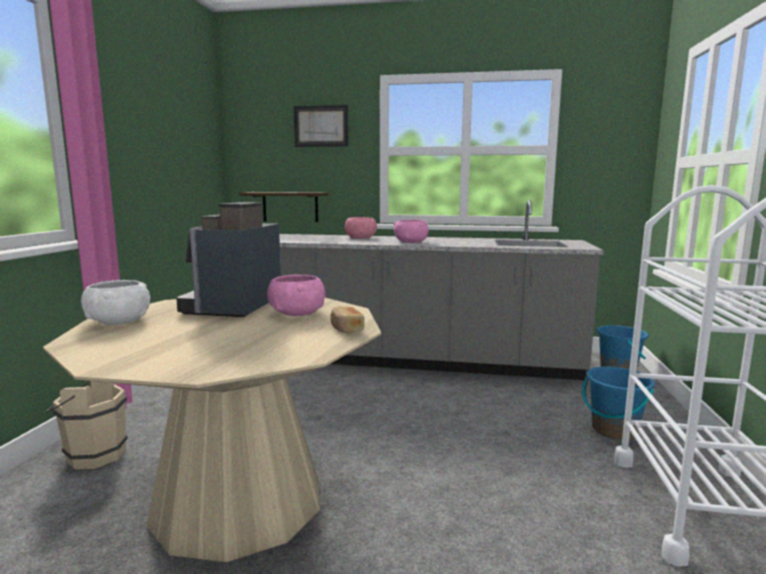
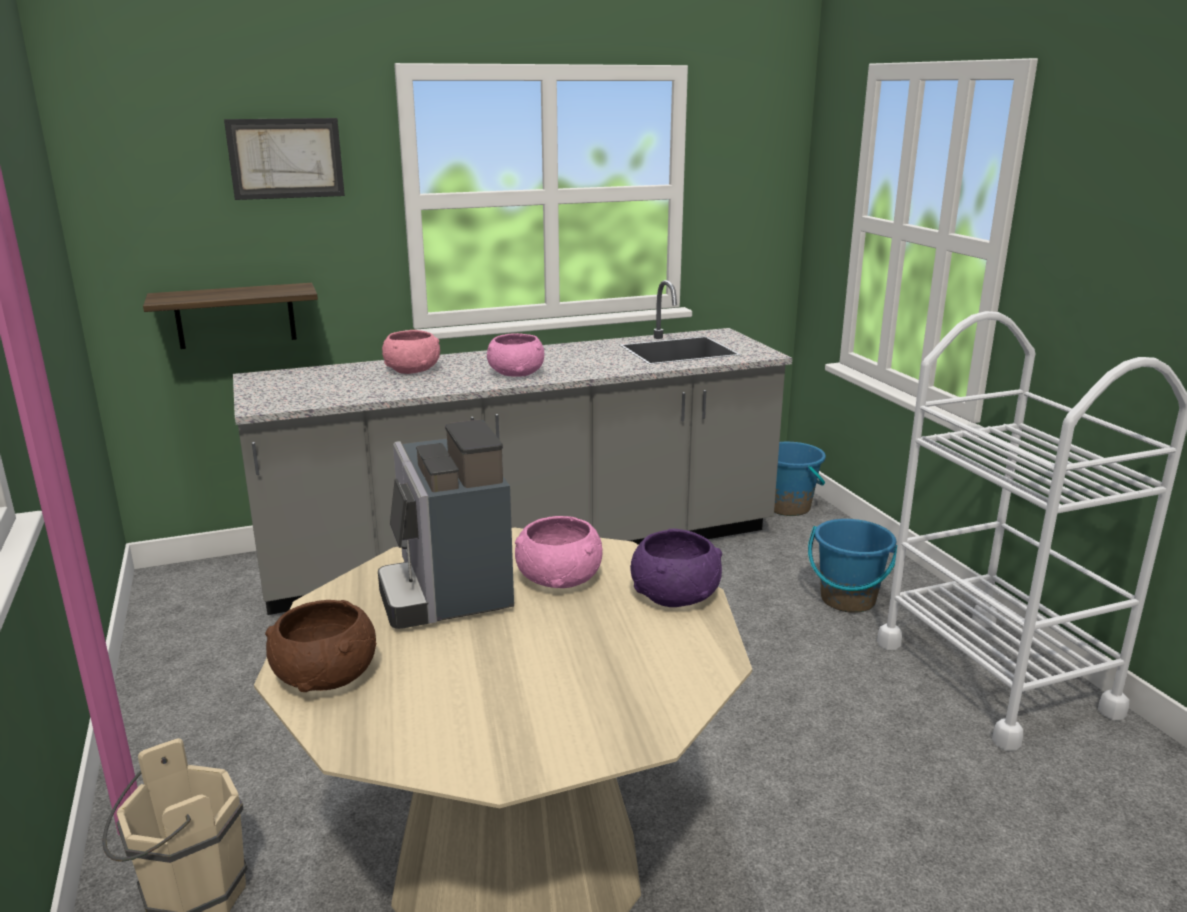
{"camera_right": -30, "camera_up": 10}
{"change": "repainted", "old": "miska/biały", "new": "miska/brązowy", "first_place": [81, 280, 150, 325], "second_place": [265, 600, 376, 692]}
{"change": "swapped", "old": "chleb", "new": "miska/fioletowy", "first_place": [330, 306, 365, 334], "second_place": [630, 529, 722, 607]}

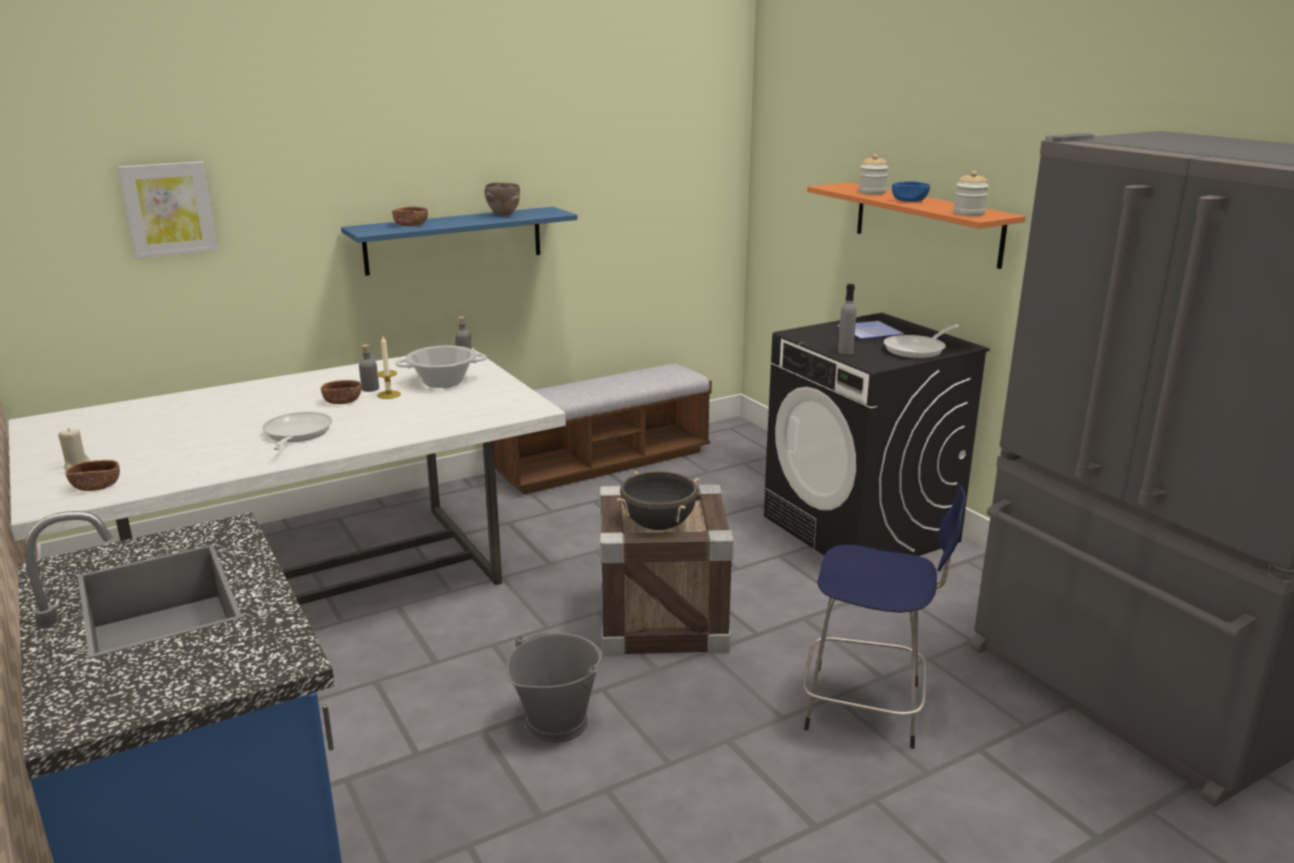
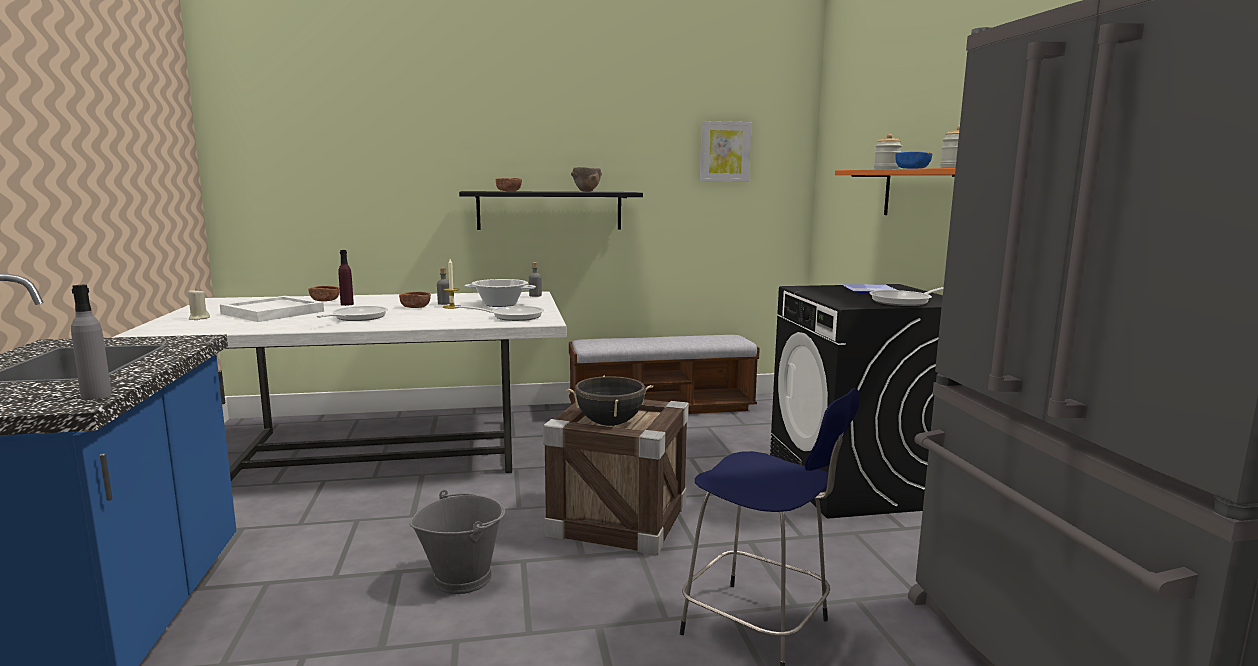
{"camera_right": 20, "camera_up": -10}
{"change": "shifted", "old": "obraz", "first_place": [118, 161, 218, 259], "second_place": [700, 121, 752, 182]}
{"change": "repainted", "old": "półka/niebieski", "new": "półka/czarny", "first_place": [341, 207, 578, 276], "second_place": [459, 191, 643, 230]}
{"change": "shifted", "old": "butelka/szary", "first_place": [838, 284, 856, 354], "second_place": [71, 285, 112, 400]}
{"change": "shifted", "old": "miska/brązowy", "first_place": [65, 460, 120, 491], "second_place": [308, 286, 340, 301]}
{"change": "new", "new": "butelka/fioletowy", "second_place": [338, 250, 354, 306]}
{"change": "new", "new": "taca/biały", "second_place": [220, 296, 324, 322]}
{"change": "new", "new": "patelnia", "second_place": [455, 306, 544, 321]}

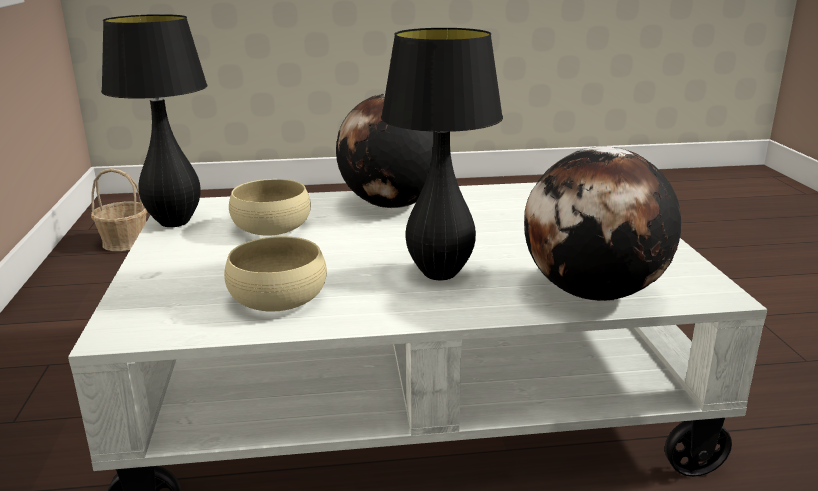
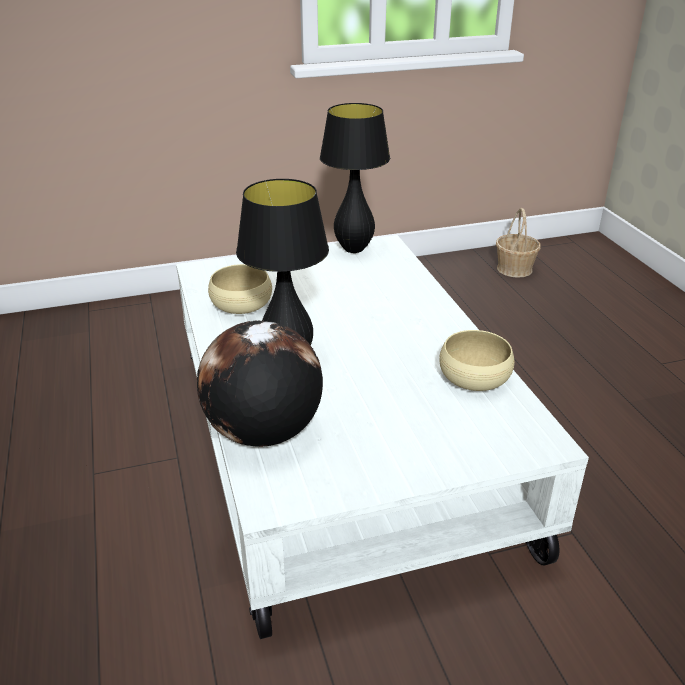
{"camera_right": 80, "camera_up": 10}
{"change": "gone", "old": "globus", "first_place": [336, 94, 433, 208]}
{"change": "shifted", "old": "miska/beżowy", "first_place": [229, 179, 311, 236], "second_place": [439, 330, 514, 391]}

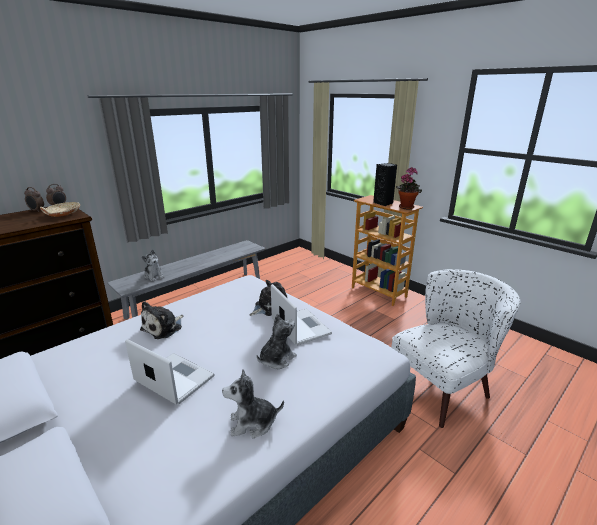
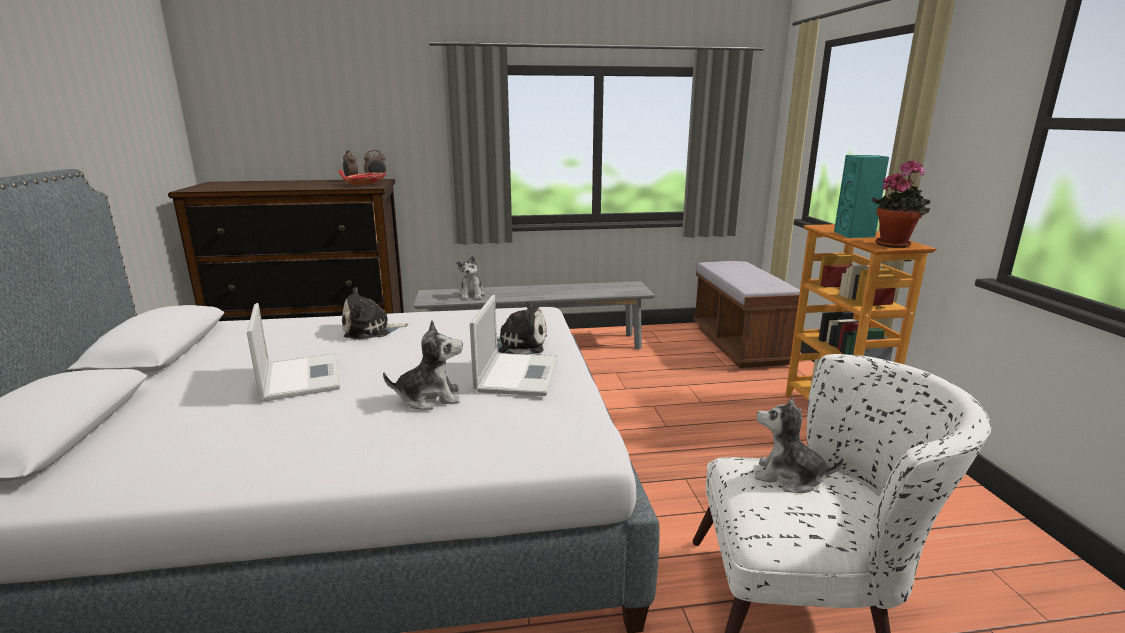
{"camera_right": 35, "camera_up": -5}
{"change": "repainted", "old": "głośnik/czarny", "new": "głośnik/turkusowy", "first_place": [373, 163, 397, 206], "second_place": [834, 155, 889, 238]}
{"change": "repainted", "old": "miska/beżowy", "new": "miska/czerwony", "first_place": [40, 202, 80, 217], "second_place": [339, 170, 386, 185]}
{"change": "shifted", "old": "pluszak", "first_place": [222, 369, 284, 438], "second_place": [755, 397, 844, 493]}
{"change": "new", "new": "ławka/brązowy", "second_place": [693, 261, 800, 368]}

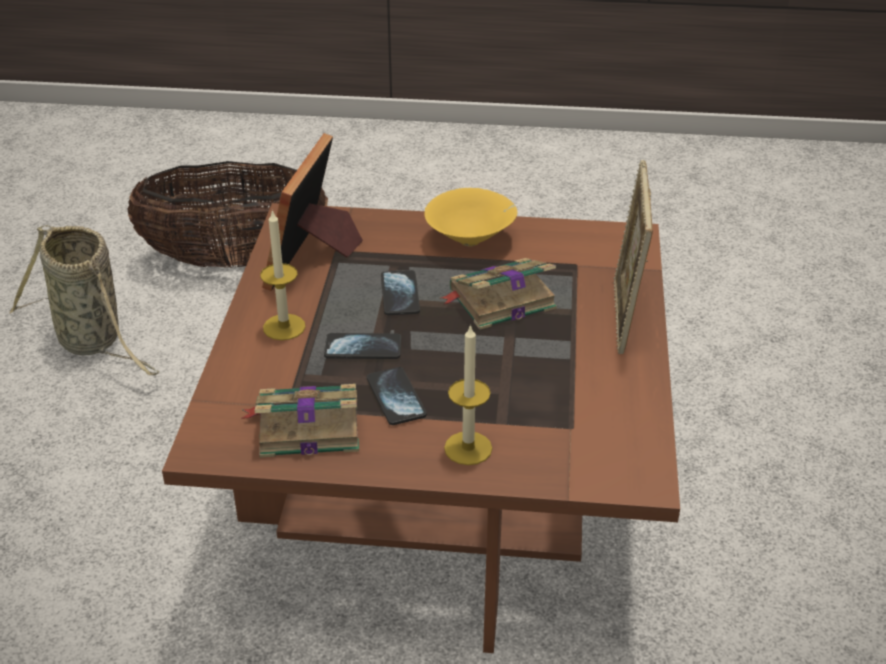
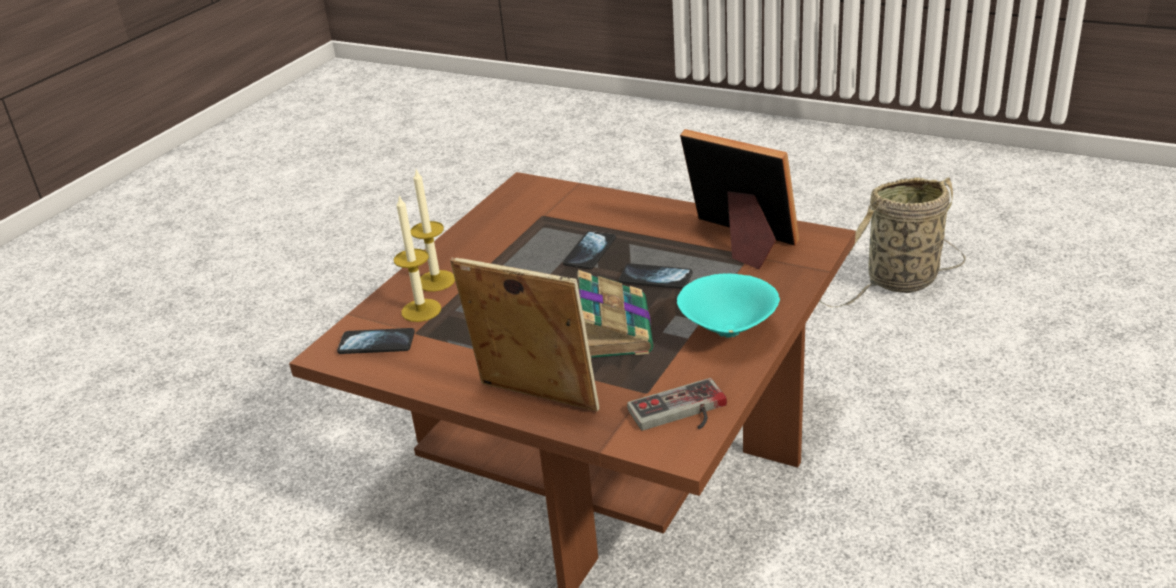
{"camera_right": 115, "camera_up": -5}
{"change": "gone", "old": "koszyk", "first_place": [127, 161, 328, 268]}
{"change": "repainted", "old": "miska/żółty", "new": "miska/turkusowy", "first_place": [424, 188, 517, 246], "second_place": [677, 273, 780, 338]}
{"change": "shifted", "old": "świeca", "first_place": [260, 210, 306, 340], "second_place": [394, 196, 441, 322]}
{"change": "shifted", "old": "telefon", "first_place": [367, 367, 427, 425], "second_place": [337, 328, 415, 354]}
{"change": "gone", "old": "książka", "first_place": [241, 384, 359, 458]}
{"change": "new", "new": "pad do gier", "second_place": [627, 378, 727, 431]}

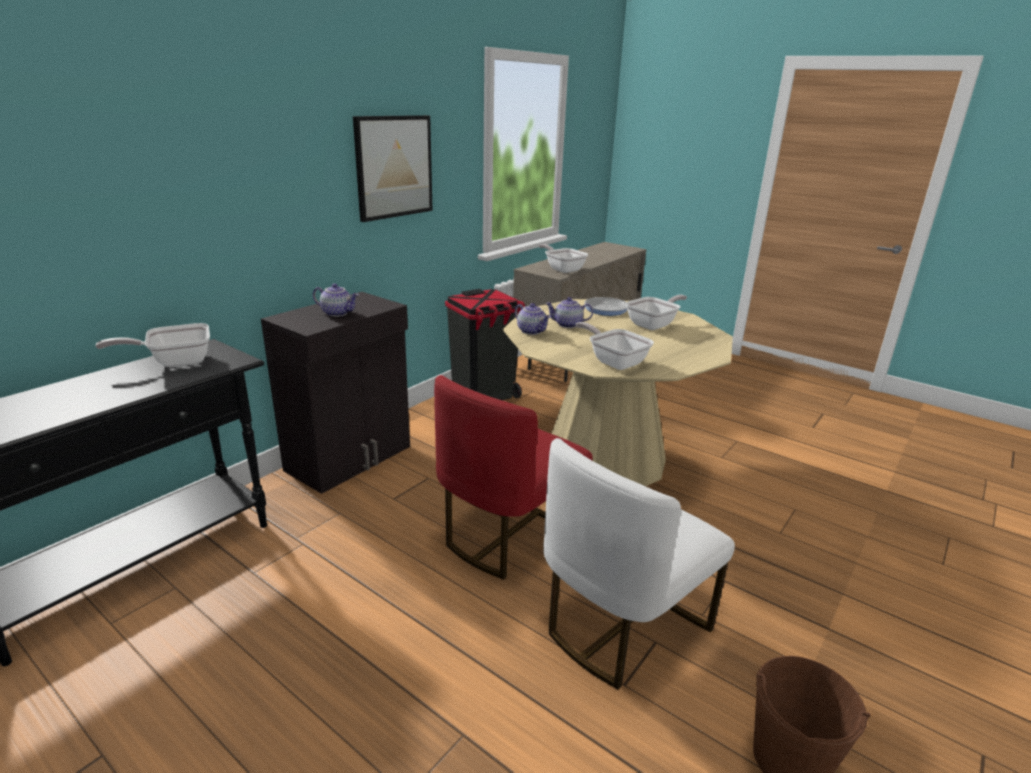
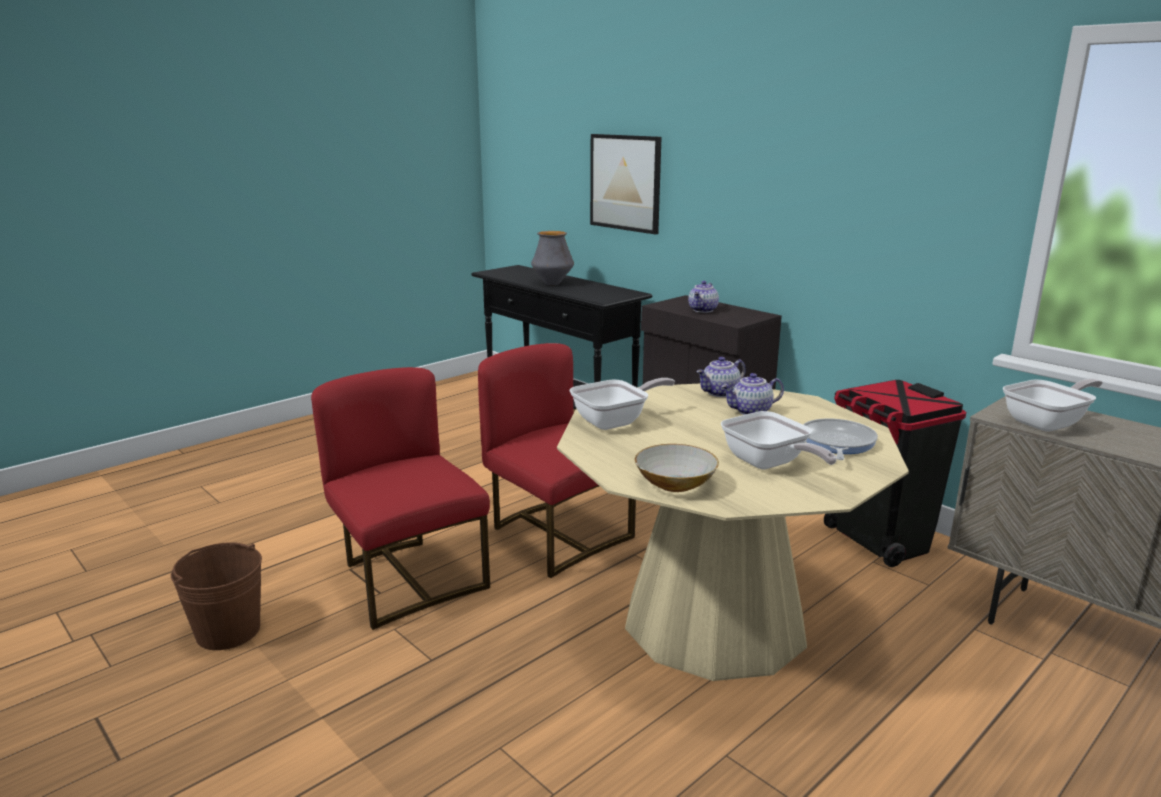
{"camera_right": 100, "camera_up": -5}
{"change": "shifted", "old": "obraz", "first_place": [353, 115, 433, 222], "second_place": [590, 134, 662, 234]}
{"change": "rotated", "old": "imbryk", "first_place": [545, 297, 593, 328], "second_place": [721, 373, 784, 415], "degrees": -120}
{"change": "gone", "old": "patelnia", "first_place": [96, 323, 210, 367]}
{"change": "repainted", "old": "krzesło/biały", "new": "krzesło/czerwony", "first_place": [543, 438, 735, 690], "second_place": [311, 367, 490, 630]}
{"change": "new", "new": "wazon", "second_place": [531, 231, 574, 285]}
{"change": "new", "new": "miska", "second_place": [635, 444, 719, 492]}

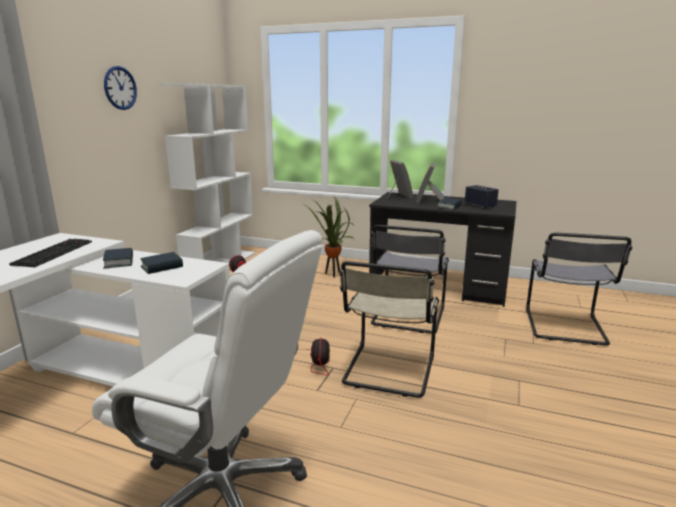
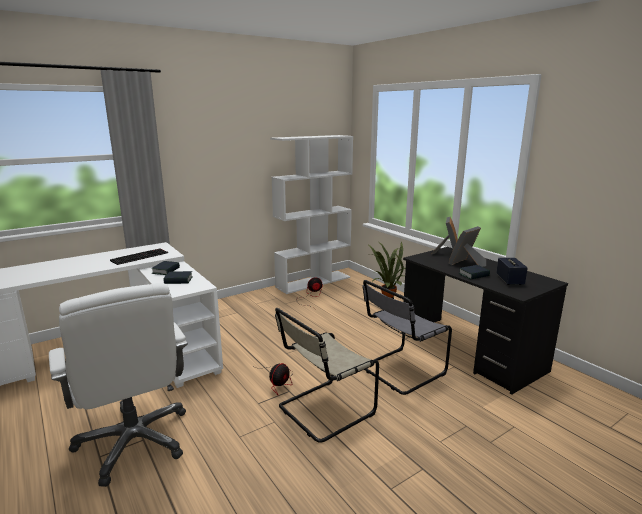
{"camera_right": 35, "camera_up": 0}
{"change": "gone", "old": "zegar ścienny", "first_place": [104, 66, 137, 110]}
{"change": "gone", "old": "krzesło/szary", "first_place": [526, 233, 632, 346]}

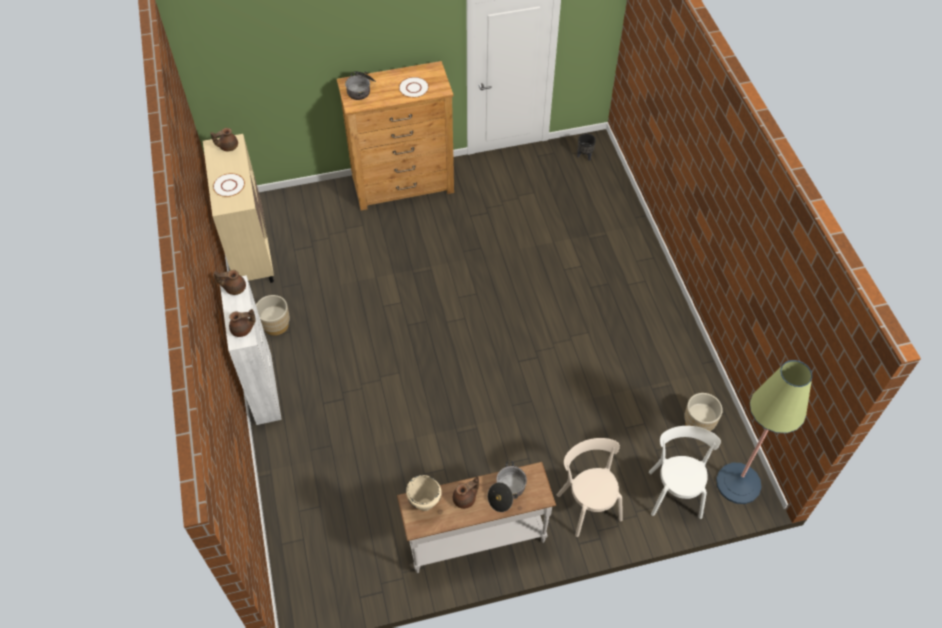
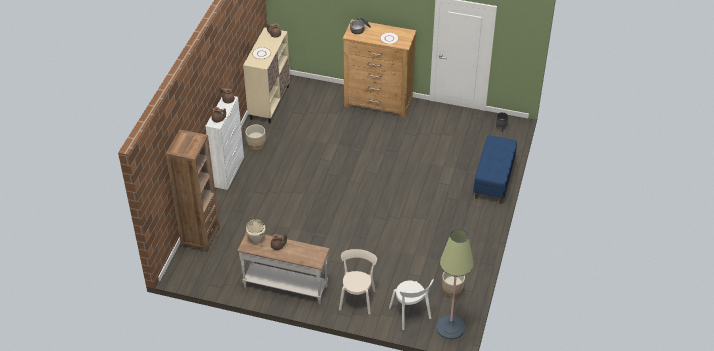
{"camera_right": 30, "camera_up": -10}
{"change": "rotated", "old": "krzesło/biały", "first_place": [649, 426, 721, 519], "second_place": [389, 279, 434, 330], "degrees": 120}
{"change": "gone", "old": "garnek", "first_place": [488, 460, 527, 512]}
{"change": "new", "new": "regał/brązowy", "second_place": [166, 130, 220, 252]}
{"change": "new", "new": "ławka/niebieski", "second_place": [473, 135, 517, 204]}

